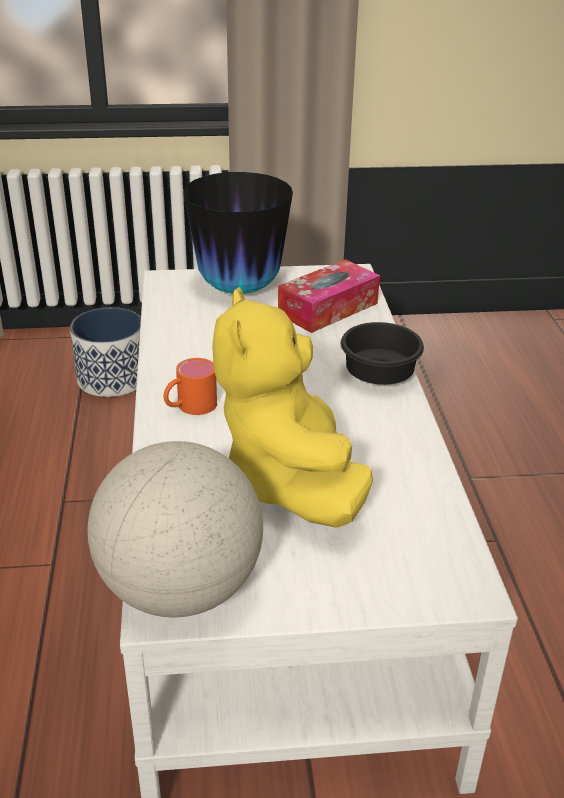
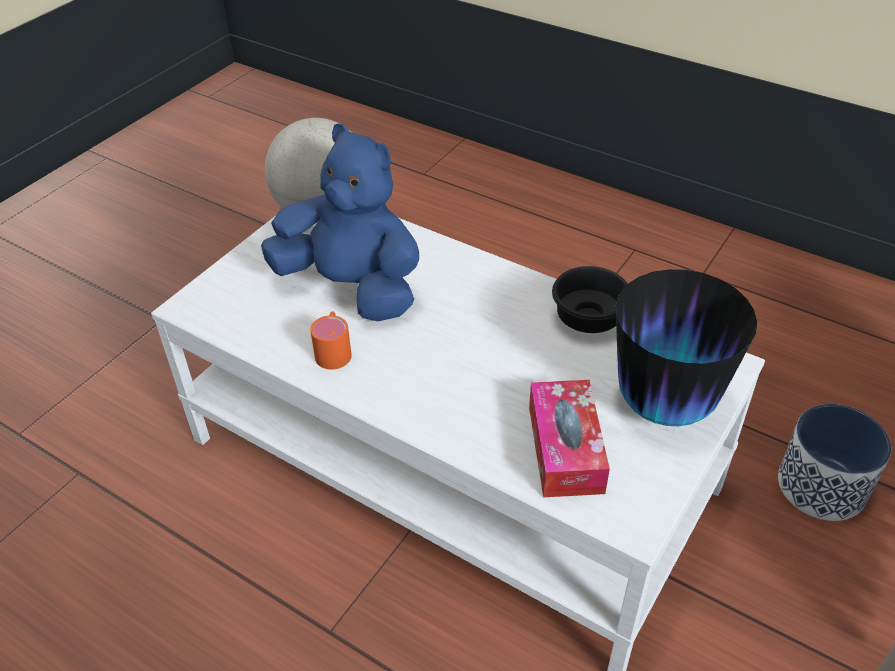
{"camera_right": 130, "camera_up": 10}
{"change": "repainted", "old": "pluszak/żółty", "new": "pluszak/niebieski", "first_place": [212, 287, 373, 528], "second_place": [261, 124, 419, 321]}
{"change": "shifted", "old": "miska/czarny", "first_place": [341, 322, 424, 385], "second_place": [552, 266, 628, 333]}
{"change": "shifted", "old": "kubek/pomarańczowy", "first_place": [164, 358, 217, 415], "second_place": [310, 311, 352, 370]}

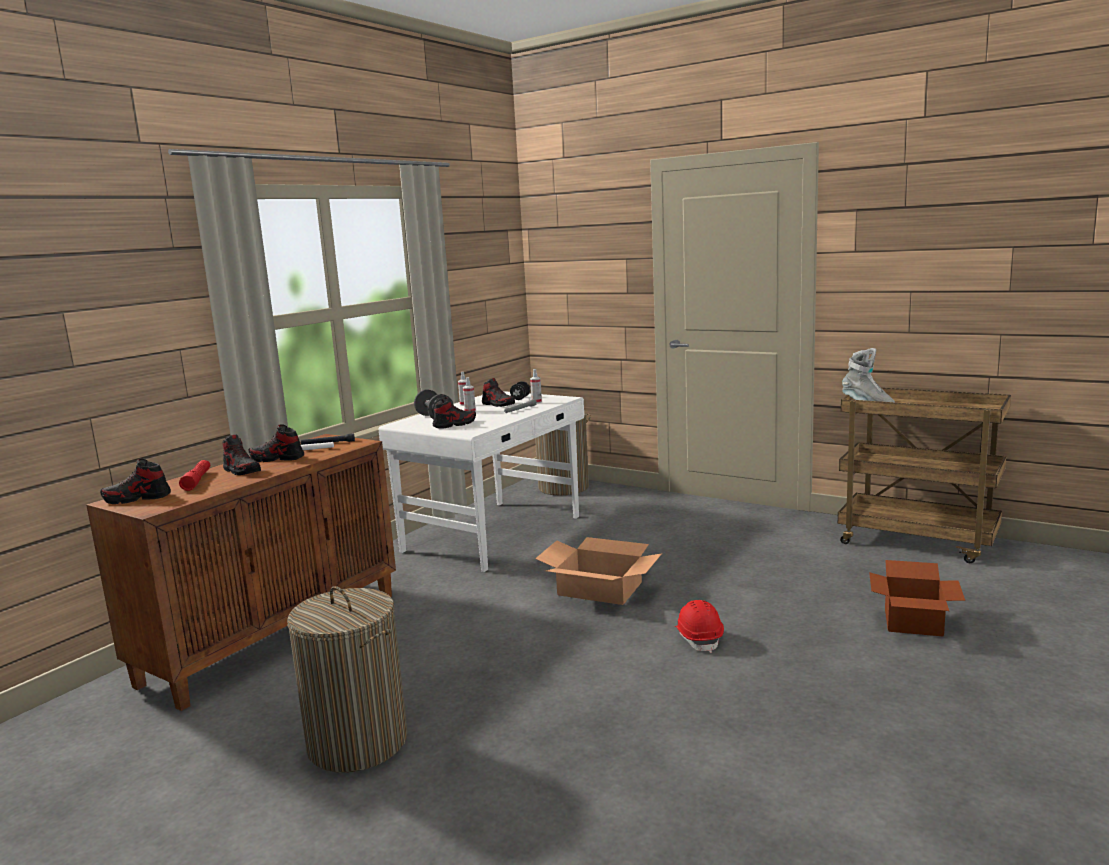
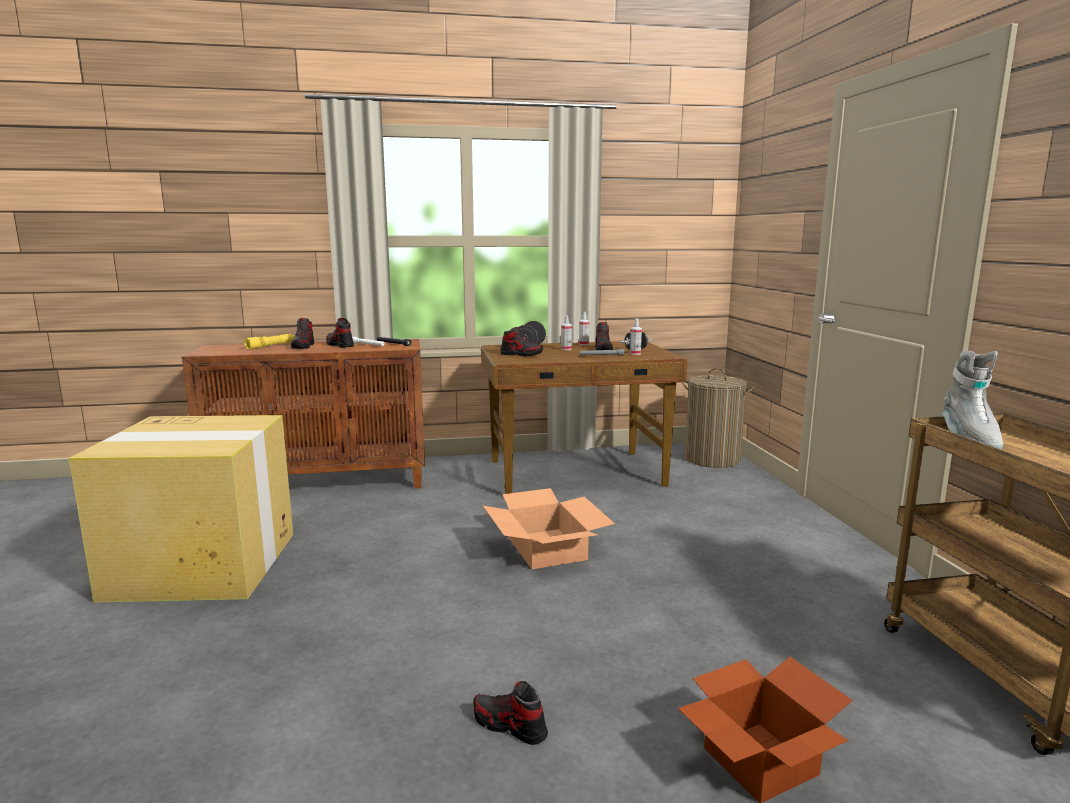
{"camera_right": 45, "camera_up": 0}
{"change": "repainted", "old": "biurko/biały", "new": "biurko/brązowy", "first_place": [379, 391, 584, 572], "second_place": [481, 341, 687, 494]}
{"change": "shifted", "old": "but", "first_place": [100, 459, 171, 504], "second_place": [473, 681, 548, 745]}
{"change": "repainted", "old": "latarka/czerwony", "new": "latarka/żółty", "first_place": [179, 460, 210, 491], "second_place": [244, 334, 295, 350]}
{"change": "swapped", "old": "kosz na pranie", "new": "karton", "first_place": [287, 586, 407, 772], "second_place": [69, 415, 293, 602]}
{"change": "gone", "old": "kask/czerwony", "first_place": [675, 600, 724, 653]}

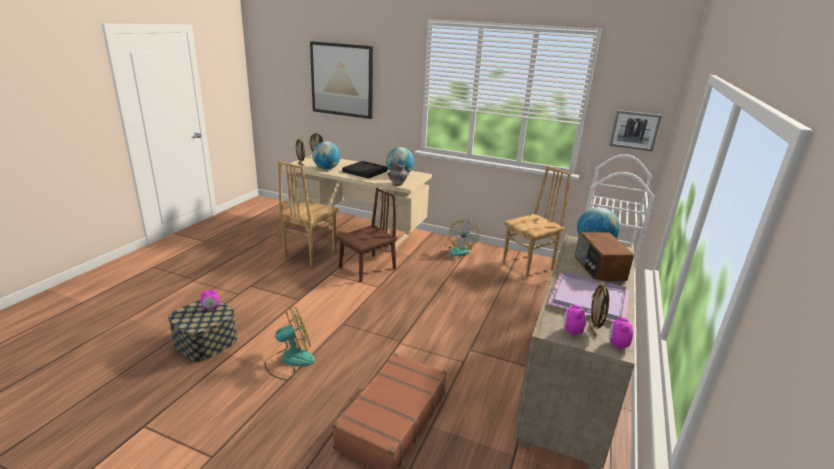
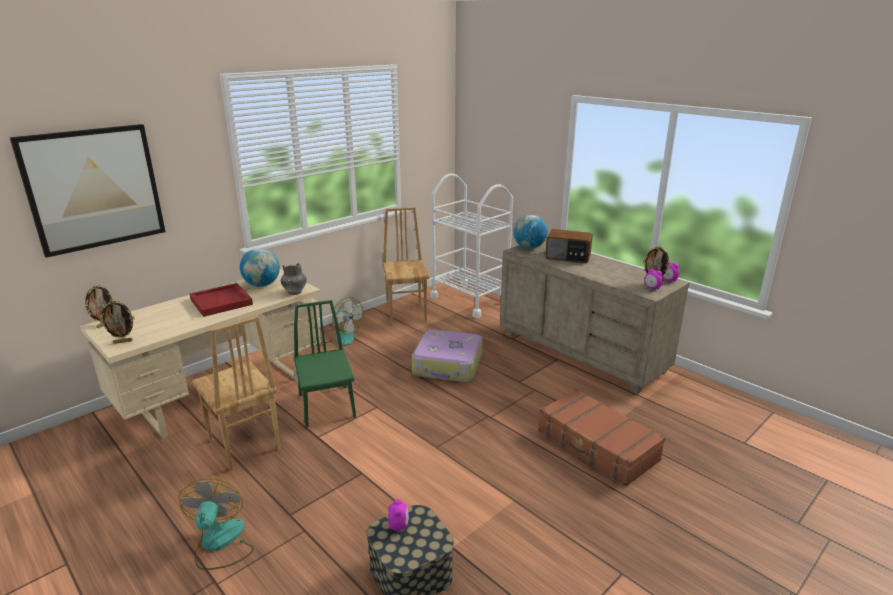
{"camera_right": -65, "camera_up": 0}
{"change": "gone", "old": "obraz", "first_place": [609, 110, 662, 151]}
{"change": "gone", "old": "globus", "first_place": [312, 141, 340, 170]}
{"change": "repainted", "old": "taca/czarny", "new": "taca/czerwony", "first_place": [342, 161, 388, 179], "second_place": [190, 283, 253, 317]}
{"change": "repainted", "old": "krzesło/brązowy", "new": "krzesło/zielony", "first_place": [337, 188, 397, 282], "second_place": [294, 300, 356, 427]}
{"change": "gone", "old": "taca/fioletowy", "first_place": [547, 272, 630, 322]}
{"change": "shifted", "old": "wentylator", "first_place": [264, 307, 315, 380], "second_place": [179, 478, 254, 570]}
{"change": "new", "new": "walizka", "second_place": [412, 329, 483, 382]}

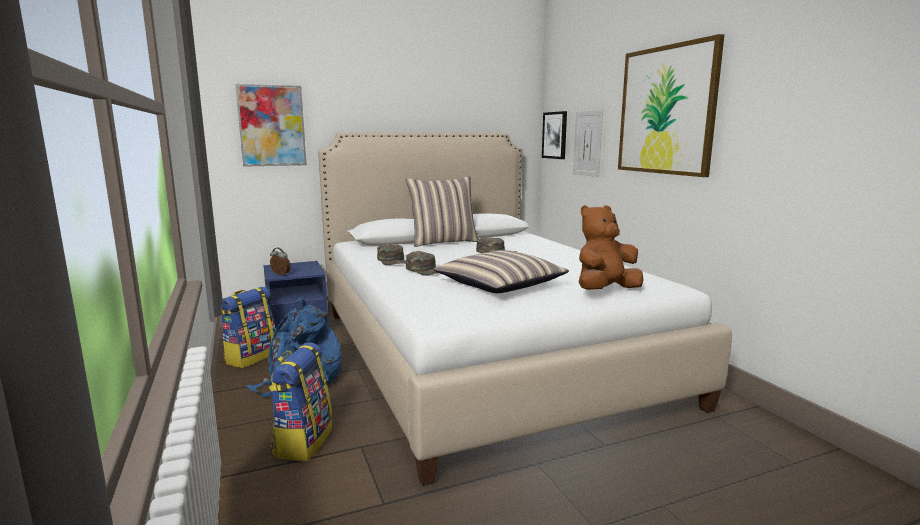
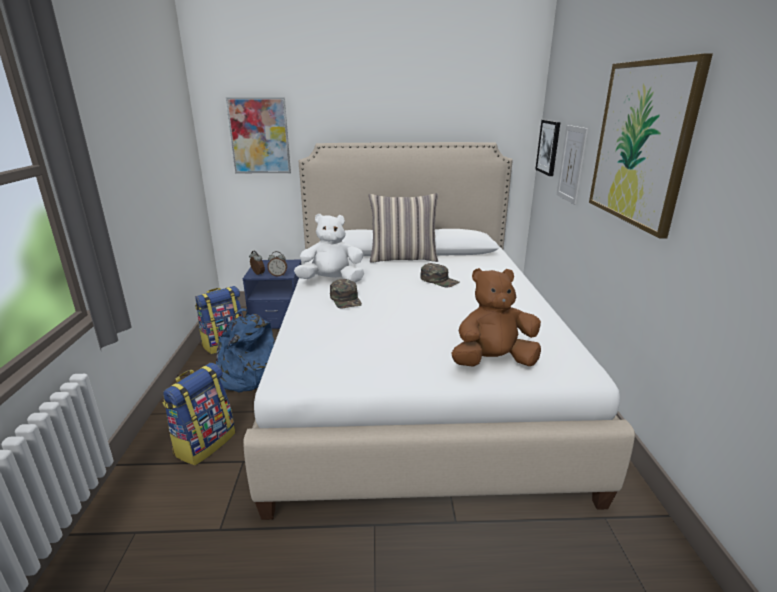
{"camera_right": 20, "camera_up": 10}
{"change": "swapped", "old": "czapka z daszkiem/zielony", "new": "pluszak/biały", "first_place": [377, 243, 406, 266], "second_place": [294, 214, 364, 283]}
{"change": "gone", "old": "poduszka", "first_place": [433, 250, 569, 293]}
{"change": "new", "new": "budzik", "second_place": [267, 251, 287, 276]}

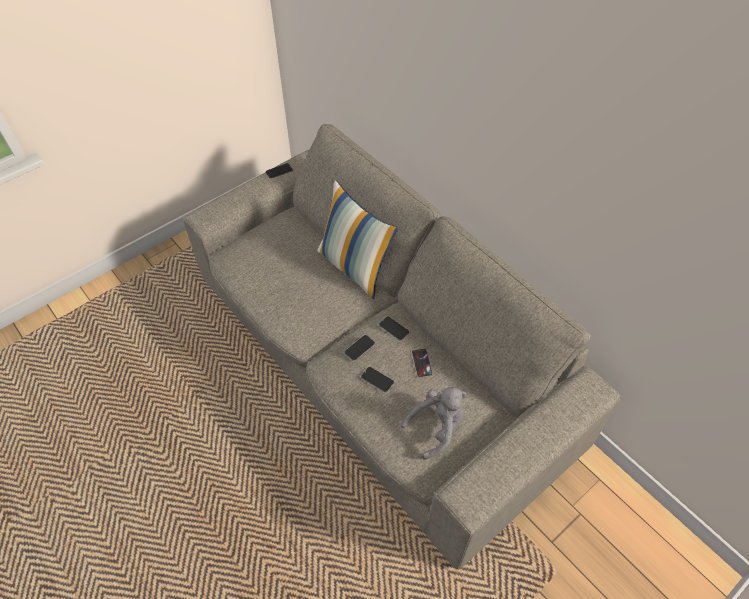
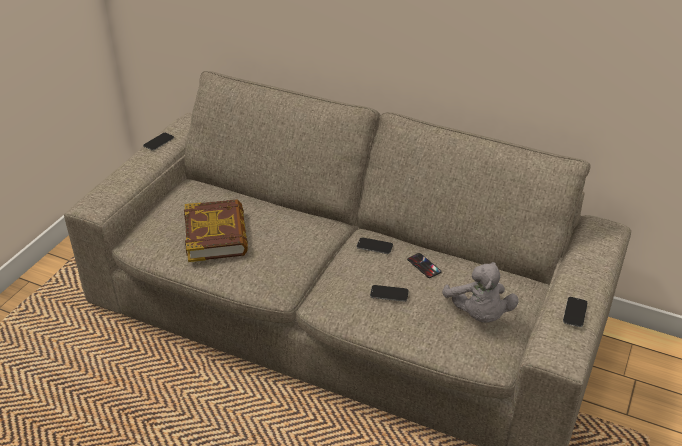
{"camera_right": -25, "camera_up": -15}
{"change": "gone", "old": "poduszka", "first_place": [317, 180, 398, 299]}
{"change": "shifted", "old": "telefon", "first_place": [345, 335, 375, 361], "second_place": [563, 297, 587, 327]}
{"change": "rotated", "old": "pluszak/szary", "first_place": [401, 387, 467, 460], "second_place": [442, 262, 519, 323], "degrees": 135}
{"change": "new", "new": "książka", "second_place": [184, 199, 248, 262]}

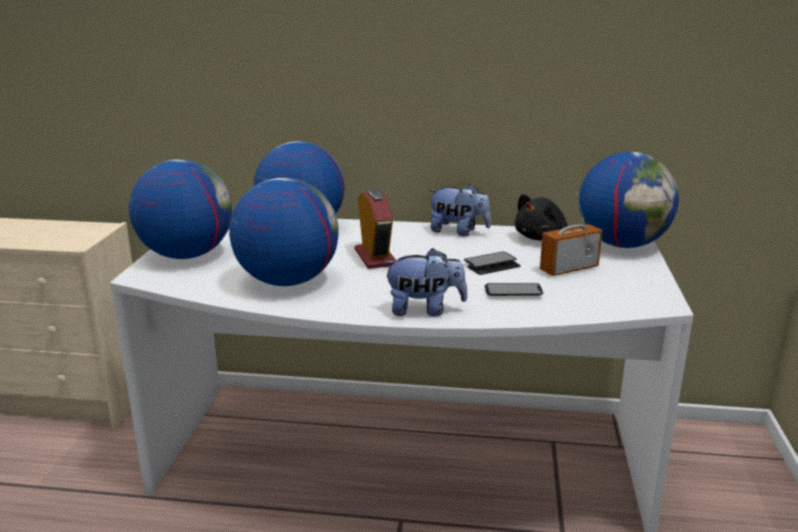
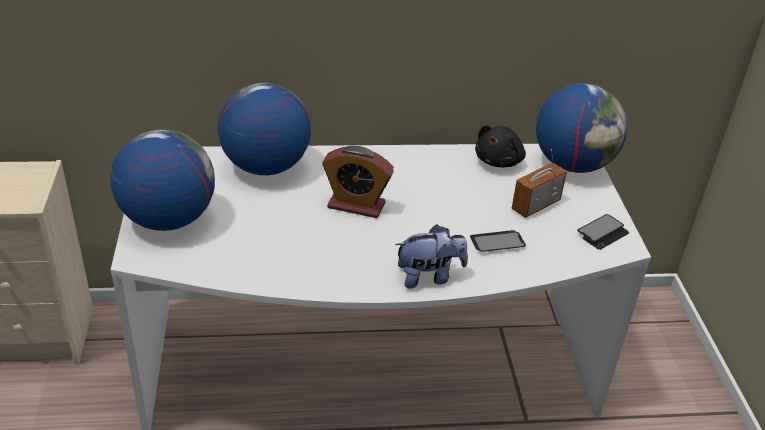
{"camera_right": -15, "camera_up": 15}
{"change": "gone", "old": "globus", "first_place": [229, 178, 339, 286]}
{"change": "gone", "old": "pluszak", "first_place": [428, 184, 491, 237]}
{"change": "rotated", "old": "budzik", "first_place": [355, 188, 396, 269], "second_place": [322, 146, 394, 218], "degrees": 135}
{"change": "shifted", "old": "telefon", "first_place": [464, 252, 521, 275], "second_place": [577, 214, 629, 250]}

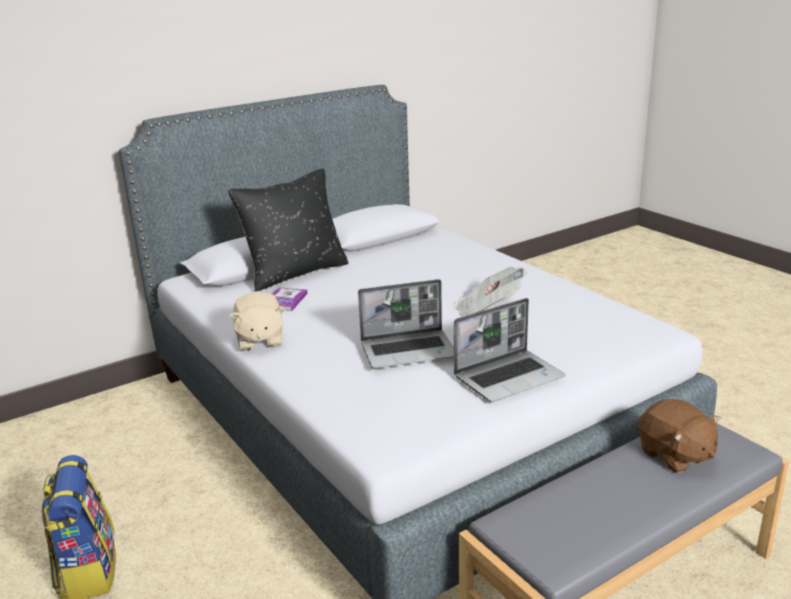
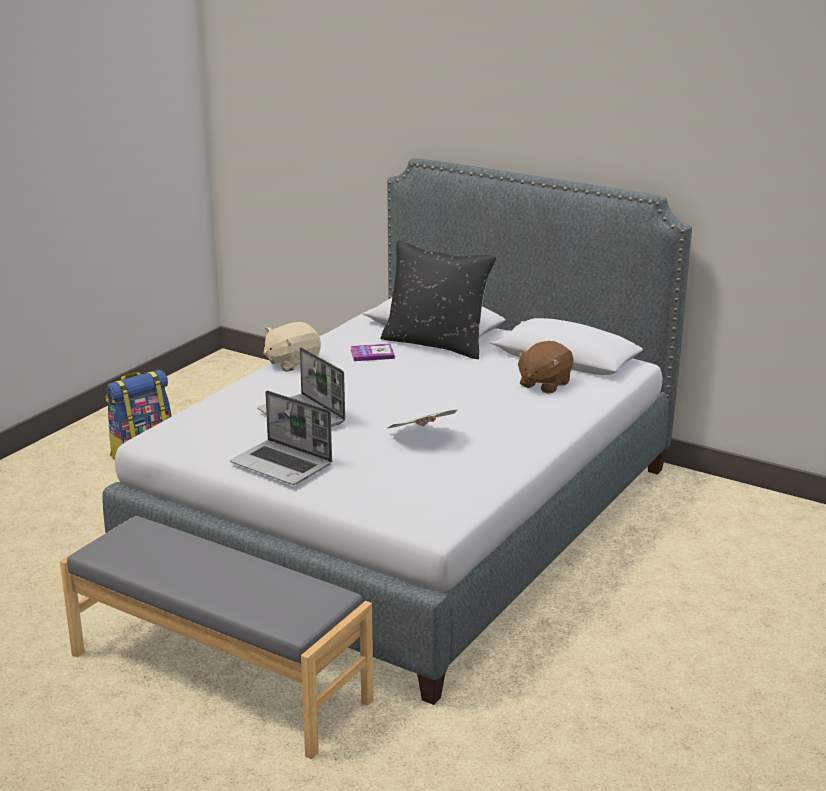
{"camera_right": 65, "camera_up": 0}
{"change": "shifted", "old": "pluszak/brązowy", "first_place": [638, 399, 721, 473], "second_place": [517, 341, 573, 394]}

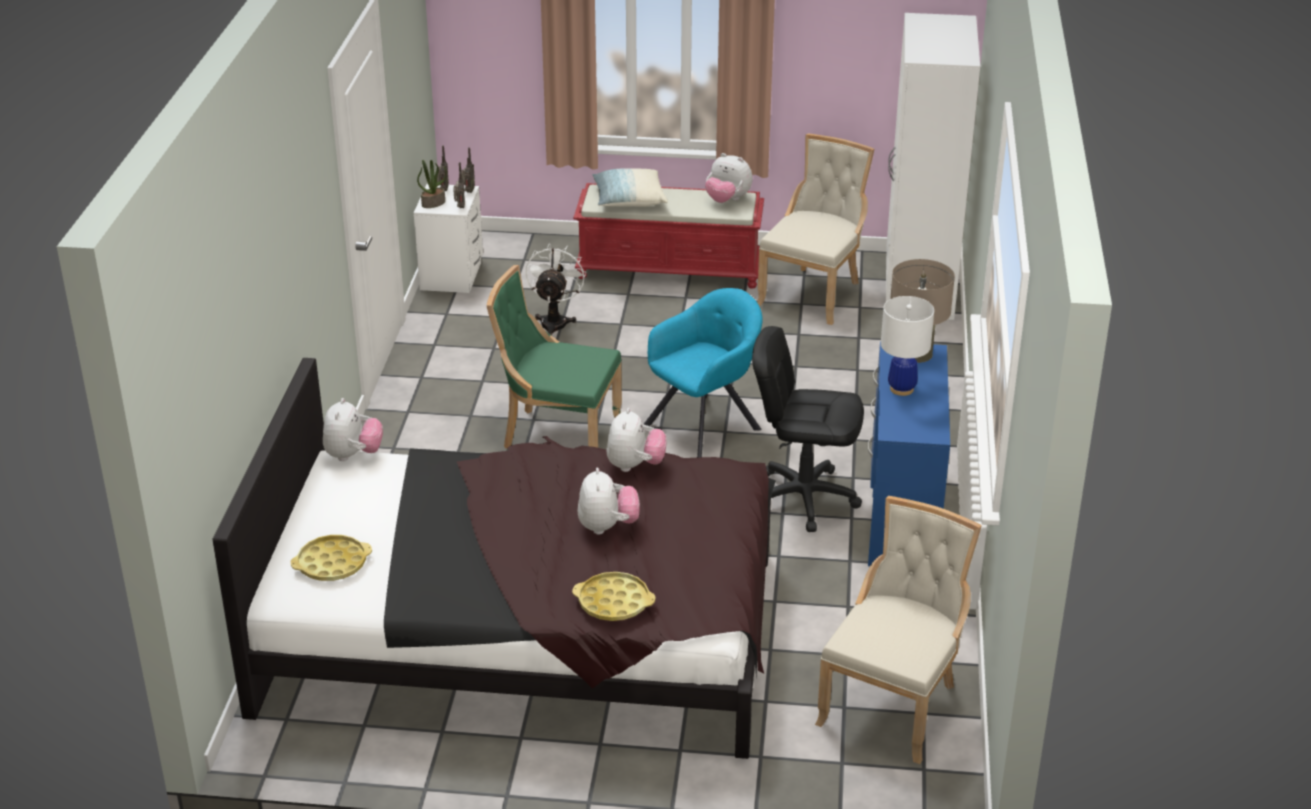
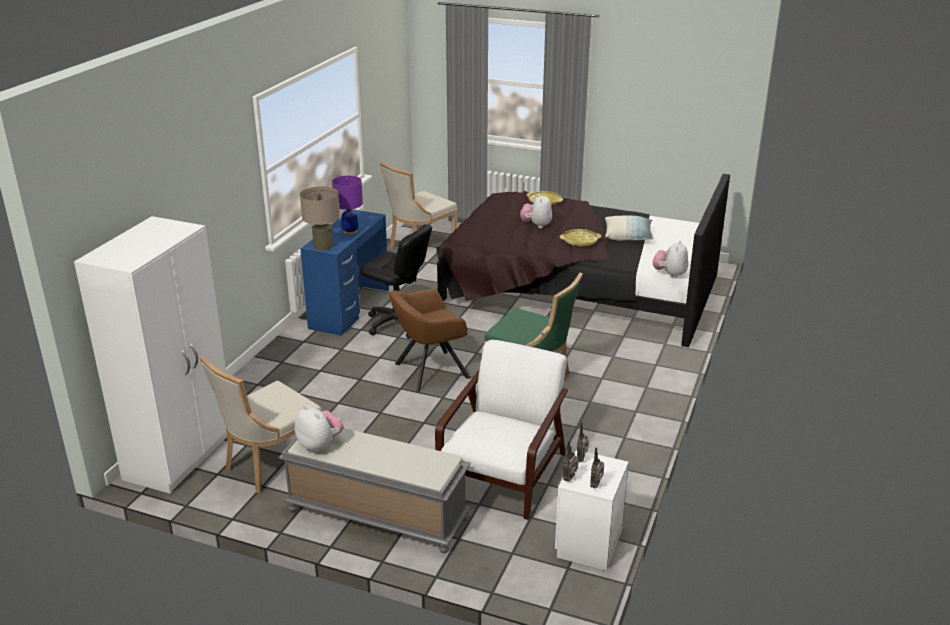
{"camera_right": -165, "camera_up": -5}
{"change": "gone", "old": "roślina doniczkowa", "first_place": [417, 160, 447, 208]}
{"change": "shifted", "old": "poduszka", "first_place": [592, 169, 668, 207], "second_place": [605, 216, 653, 241]}
{"change": "repainted", "old": "ławka/czerwony", "new": "ławka/szary", "first_place": [573, 183, 764, 289], "second_place": [278, 428, 471, 553]}
{"change": "swapped", "old": "wentylator/biały", "new": "fotel/biały", "first_place": [525, 243, 586, 336], "second_place": [435, 340, 568, 520]}
{"change": "repainted", "old": "fotel/turkusowy", "new": "fotel/brązowy", "first_place": [644, 288, 763, 458], "second_place": [389, 289, 471, 392]}
{"change": "repainted", "old": "lampa stołowa/biały", "new": "lampa stołowa/fioletowy", "first_place": [881, 296, 934, 396], "second_place": [332, 176, 363, 235]}
{"change": "gone", "old": "pluszak", "first_place": [606, 408, 666, 472]}
{"change": "shifted", "old": "taca/żółty", "first_place": [291, 535, 372, 581], "second_place": [560, 229, 601, 247]}

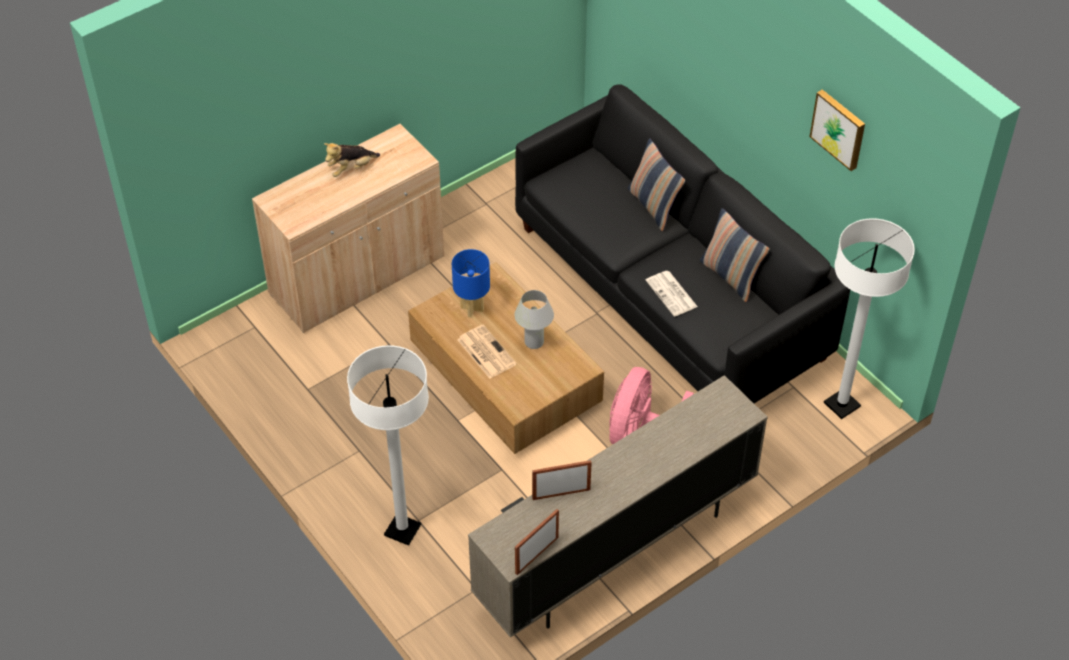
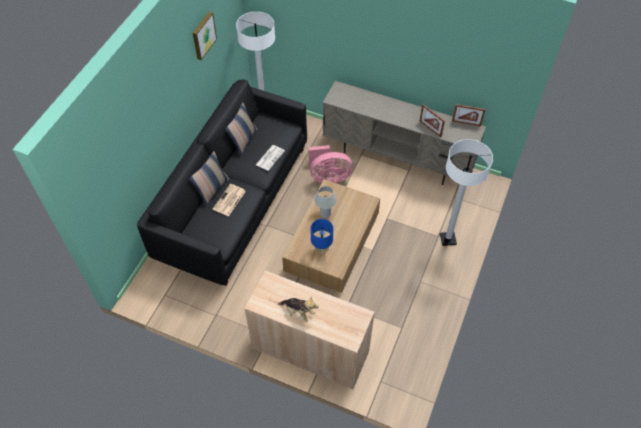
{"camera_right": -120, "camera_up": 5}
{"change": "shifted", "old": "gazeta", "first_place": [457, 324, 517, 379], "second_place": [213, 184, 246, 216]}

